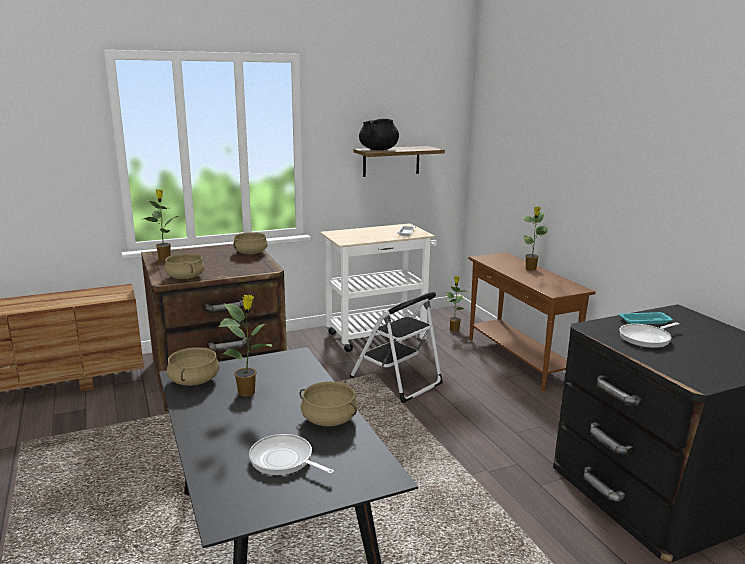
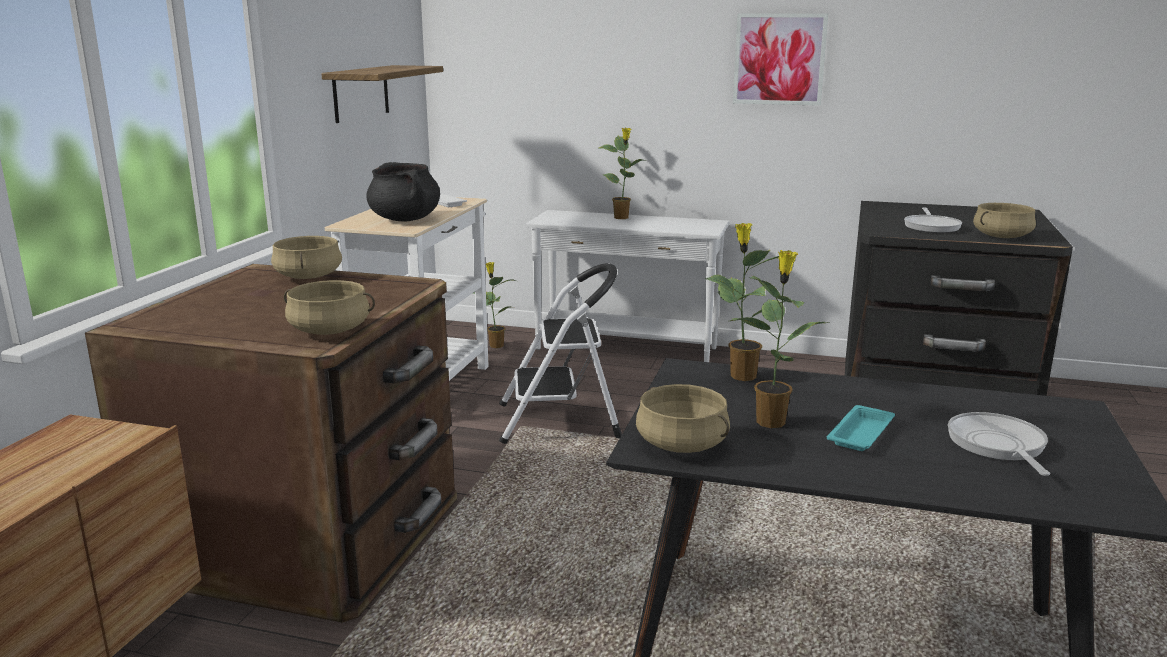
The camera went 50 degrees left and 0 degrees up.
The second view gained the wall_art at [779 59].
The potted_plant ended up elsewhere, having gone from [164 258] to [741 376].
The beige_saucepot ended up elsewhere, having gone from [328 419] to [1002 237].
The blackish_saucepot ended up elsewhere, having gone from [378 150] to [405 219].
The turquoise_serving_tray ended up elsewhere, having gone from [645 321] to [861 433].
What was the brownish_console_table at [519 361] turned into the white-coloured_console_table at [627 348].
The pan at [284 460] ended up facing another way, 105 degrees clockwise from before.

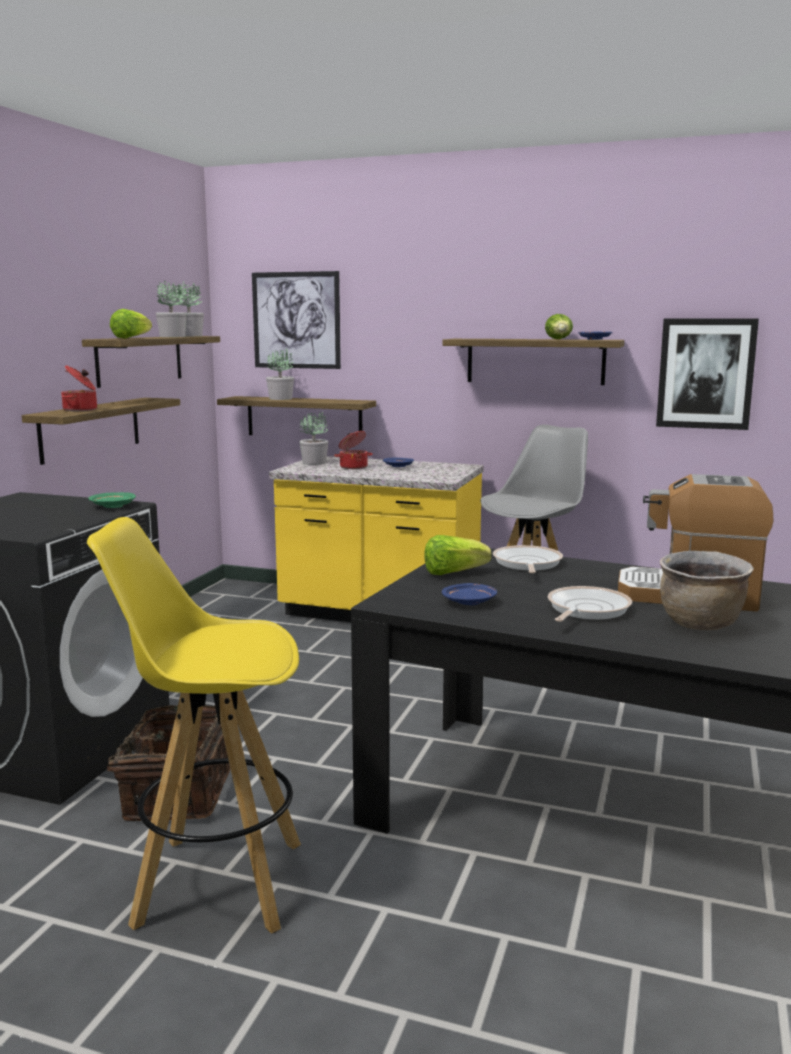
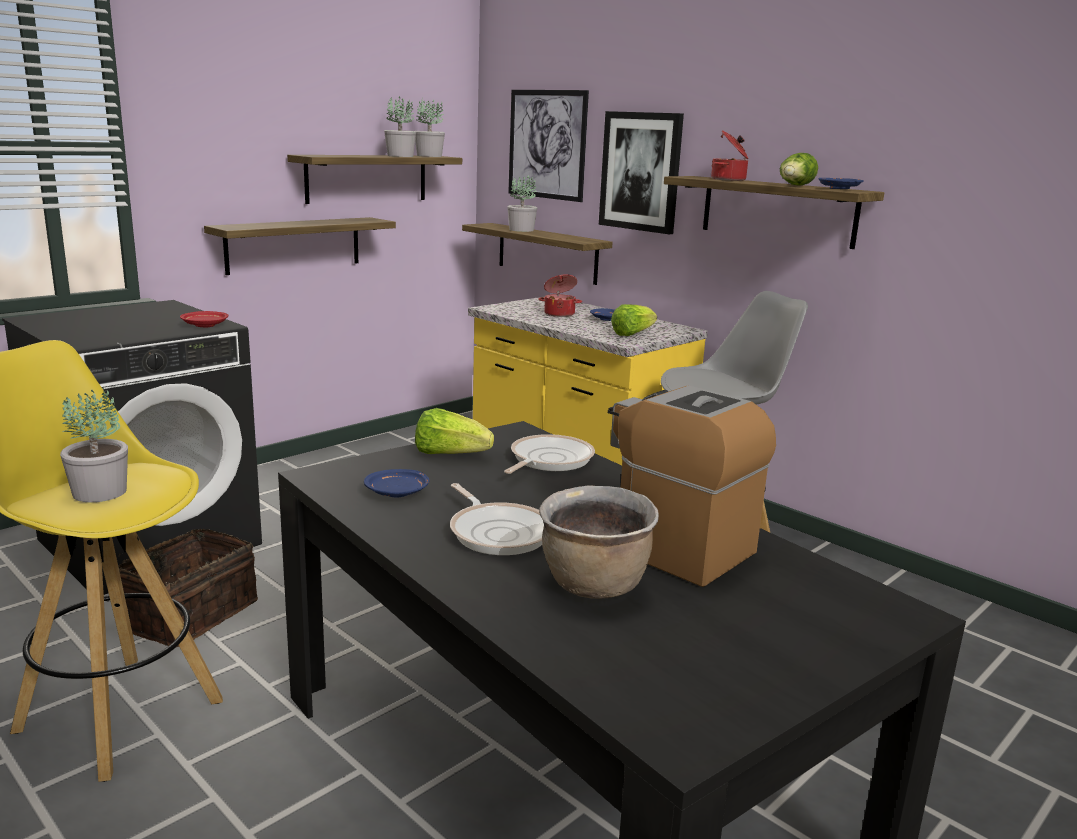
The camera went 25 degrees right and 5 degrees up.
The saucepot ended up elsewhere, having gone from [81 410] to [729 179].
The head_of_lettuce ended up elsewhere, having gone from [131 338] to [632 334].
The potted_plant ended up elsewhere, having gone from [314 463] to [101 492].
The wall_art ended up elsewhere, having gone from [705 373] to [641 171].
What was the green-coloured_dinner_plate at [112 506] turned into the red_dinner_plate at [204 325].
The pan at [585 610] ended up facing another way, 90 degrees clockwise from before.

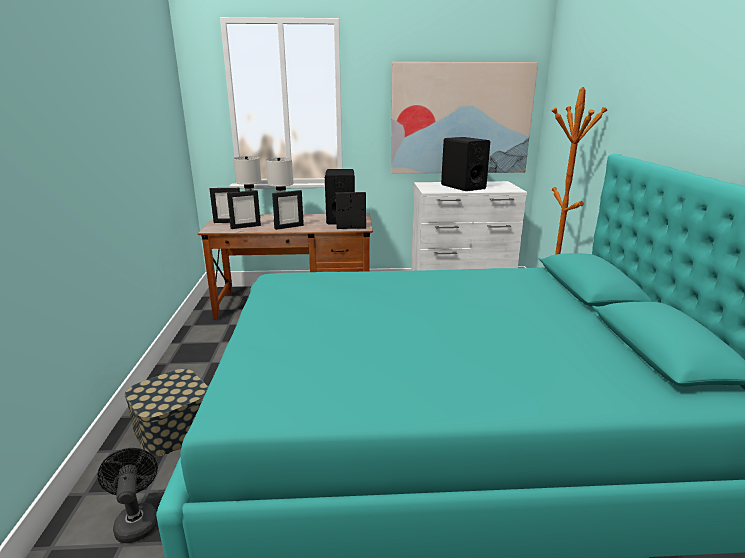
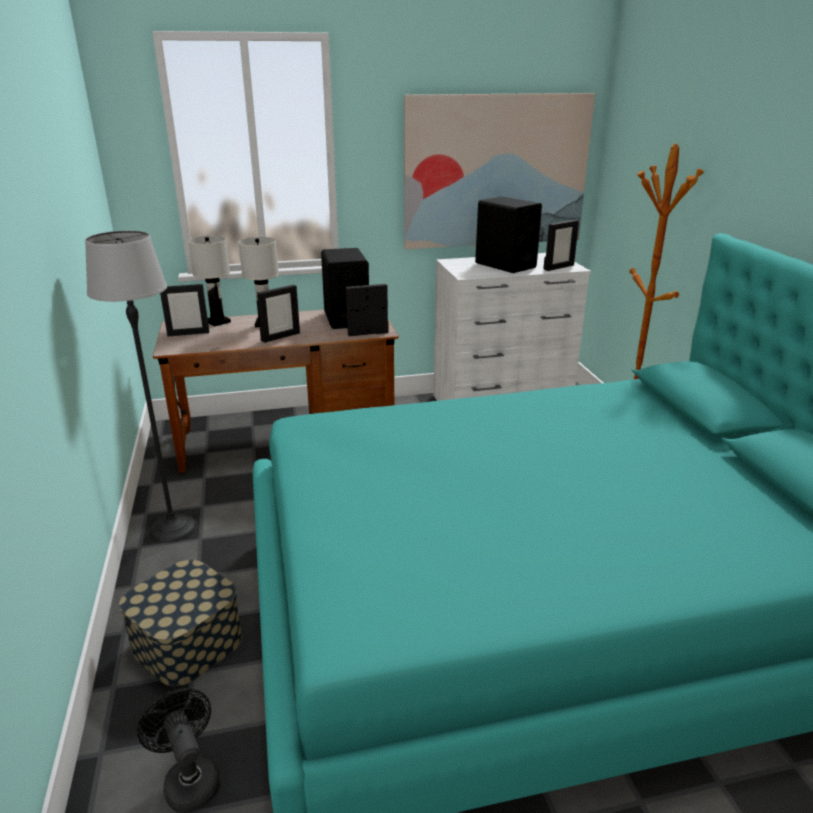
The camera went 10 degrees left and 5 degrees up.
The second view gained the standard_lamp at [173 528].
The picture_frame ended up elsewhere, having gone from [245 226] to [558 267].

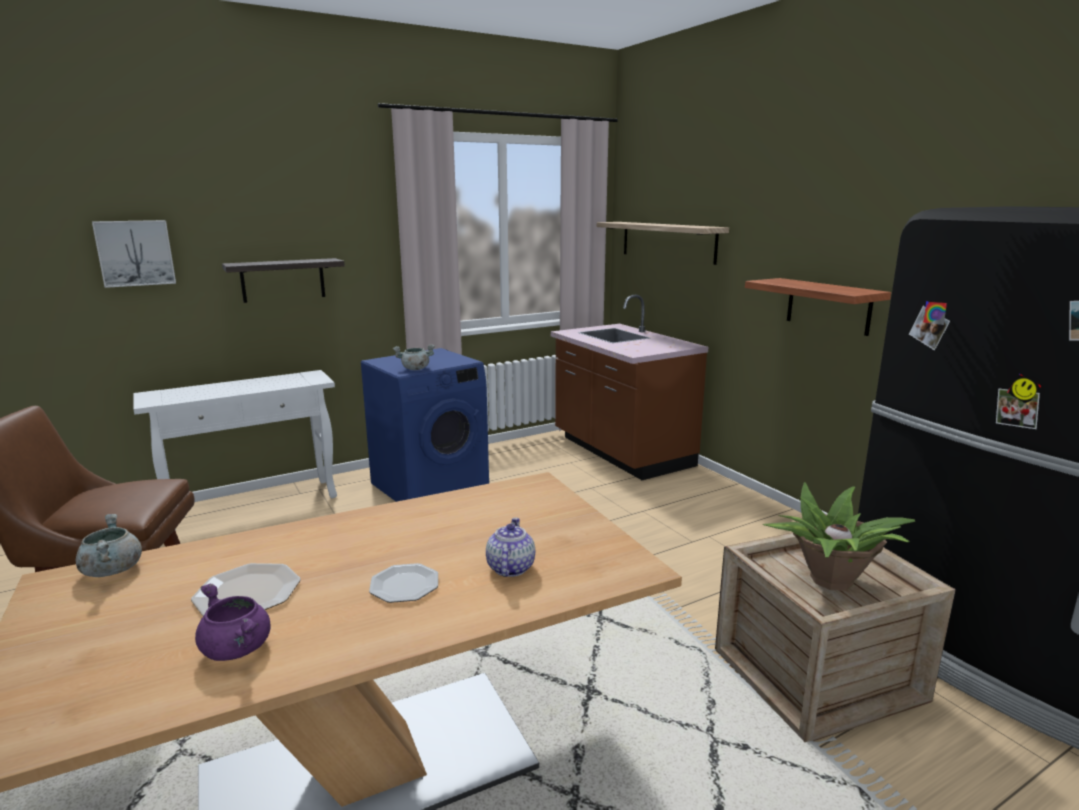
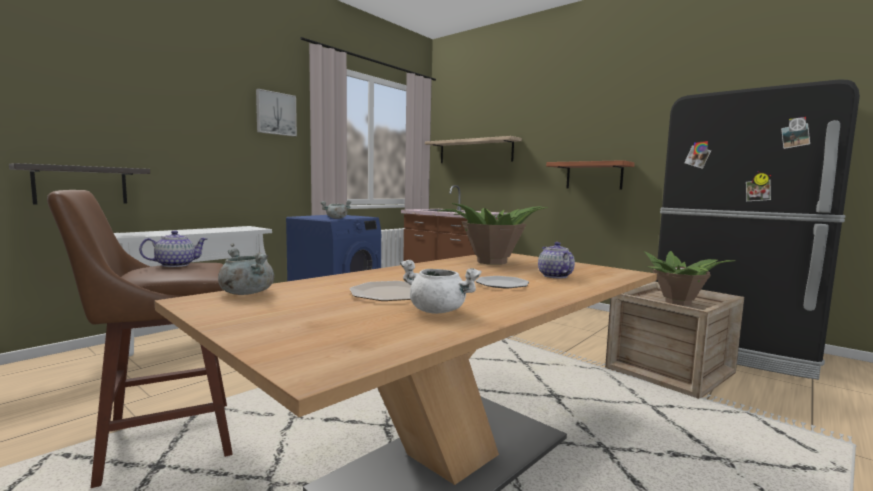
The camera went 20 degrees left and 10 degrees down.
The second view gained the teapot at [176 265].
The second view gained the potted_plant at [490 262].
The wall_art ended up elsewhere, having gone from [135 253] to [275 113].
The wall_shelf ended up elsewhere, having gone from [283 280] to [81 185].
What was the purplish_saucepot at [238 649] turned into the white-coloured_saucepot at [439 311].

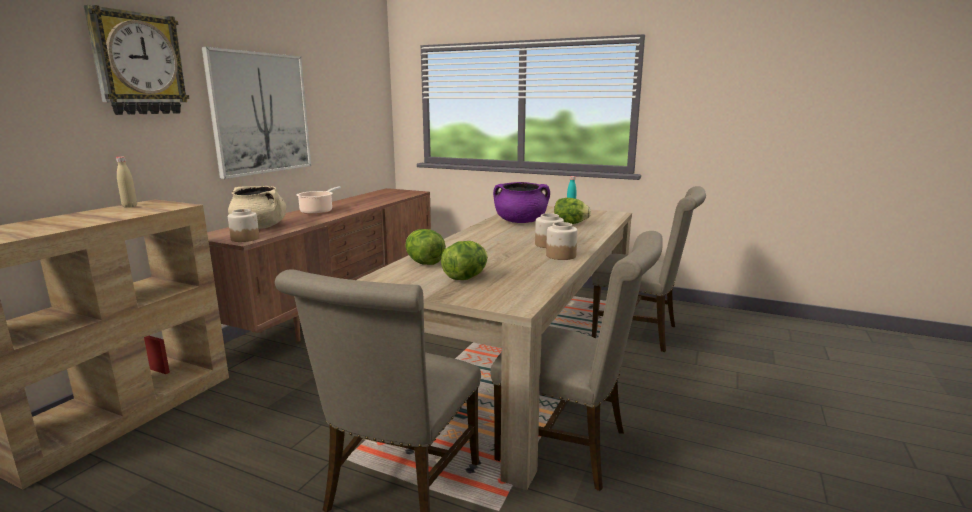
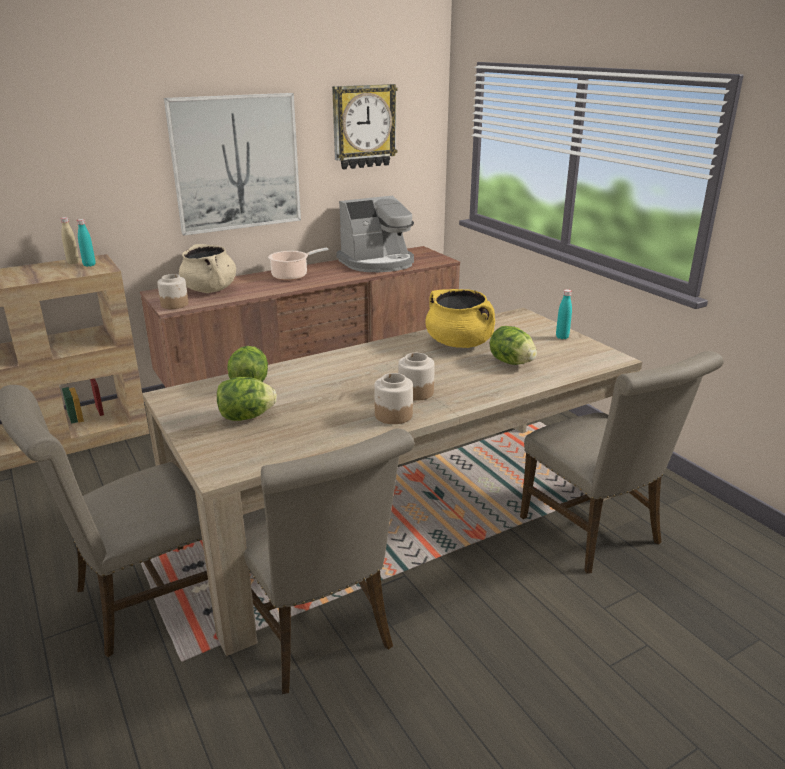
The camera went 35 degrees right and 10 degrees up.
The second view gained the turquoise_drink_bottle at [89 265].
The second view gained the coffee_machine at [378 263].
The wall_clock ended up elsewhere, having gone from [138 64] to [363 126].
What was the purplish_saucepot at [520 222] turned into the yellow-coloured_saucepot at [459 343].

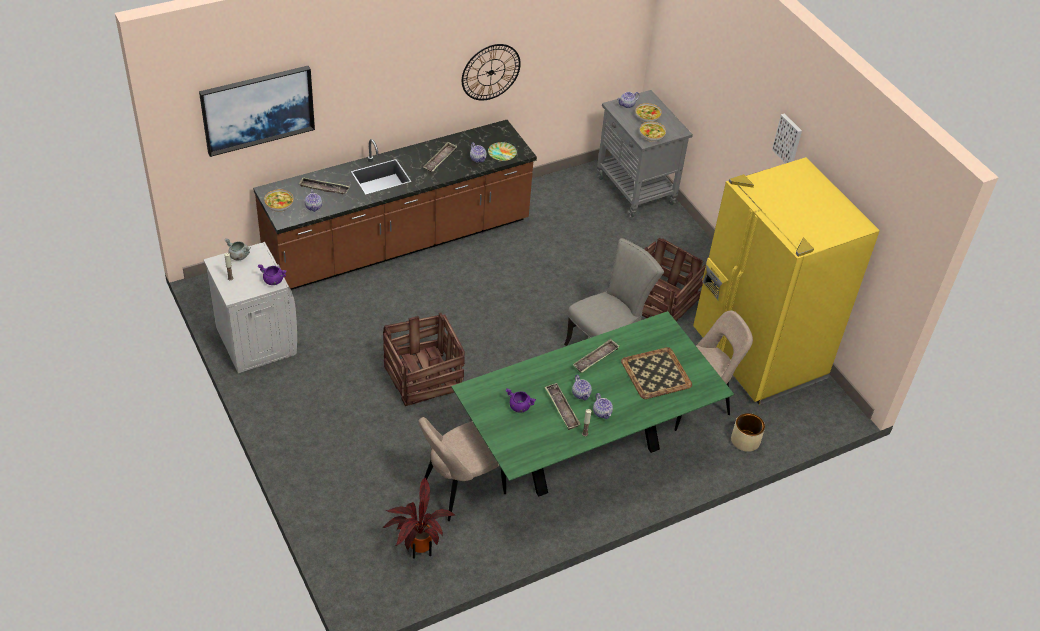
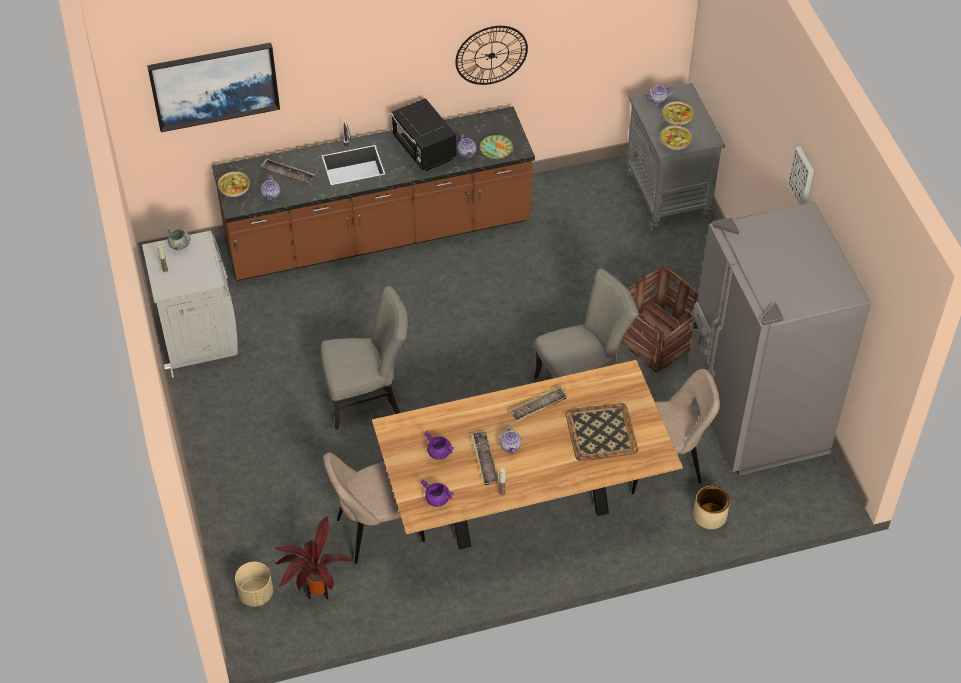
The camera went 15 degrees right and 5 degrees up.
The second view lost the teapot at [602 413].
The second view gained the beige_plant_pot at [255 594].
The purplish_saucepot ended up elsewhere, having gone from [273 280] to [436 499].
Where the shipping_crate stood at [423 377], the gray_upright_chair came to stand at [368 397].
Where the serving_tray stood at [440 159], the blackish_microwave_oven came to stand at [424 150].
What was the green-coloured_dining_table at [584 450] turned into the brownish_dining_table at [523 503].
What was the yellow-coloured_fridge at [758 354] turned into the gray_fridge at [755 415].

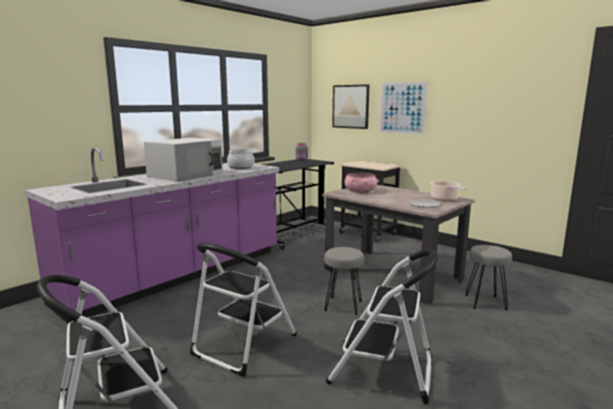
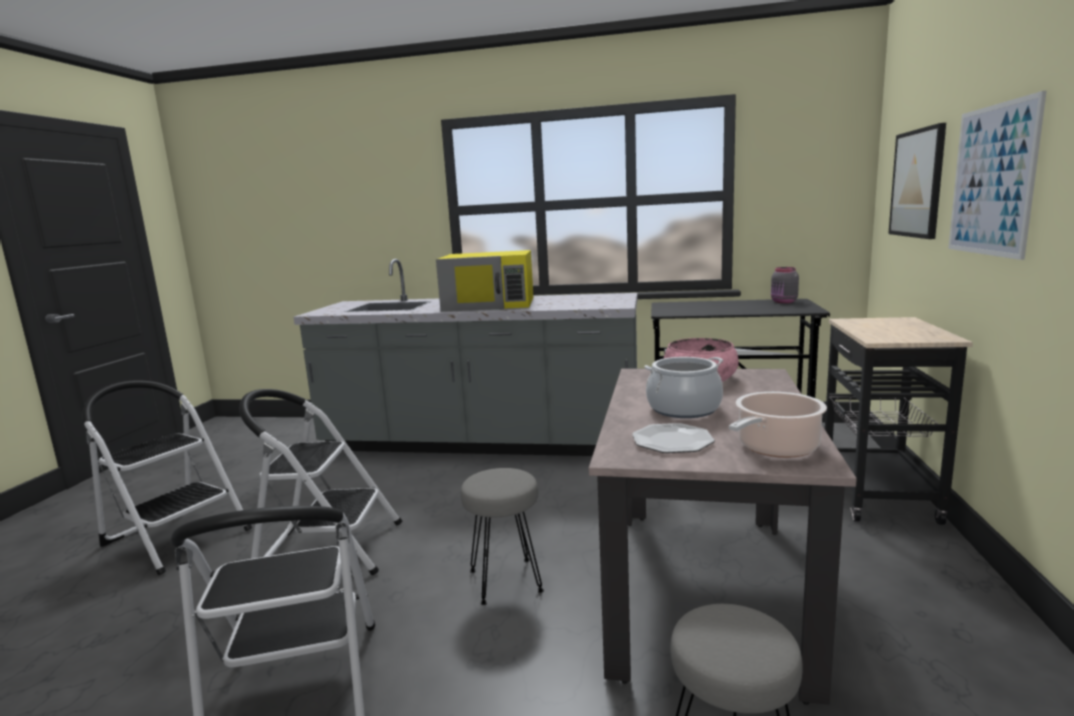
The camera went 60 degrees right and 0 degrees up.
The saucepot ended up elsewhere, having gone from [241 167] to [684 409].
What was the purplish_kitchen_counter at [178 275] turned into the gray_kitchen_counter at [481 443].
What was the white-coloured_microwave_oven at [186 175] turned into the yellow-coloured_microwave_oven at [490 304].

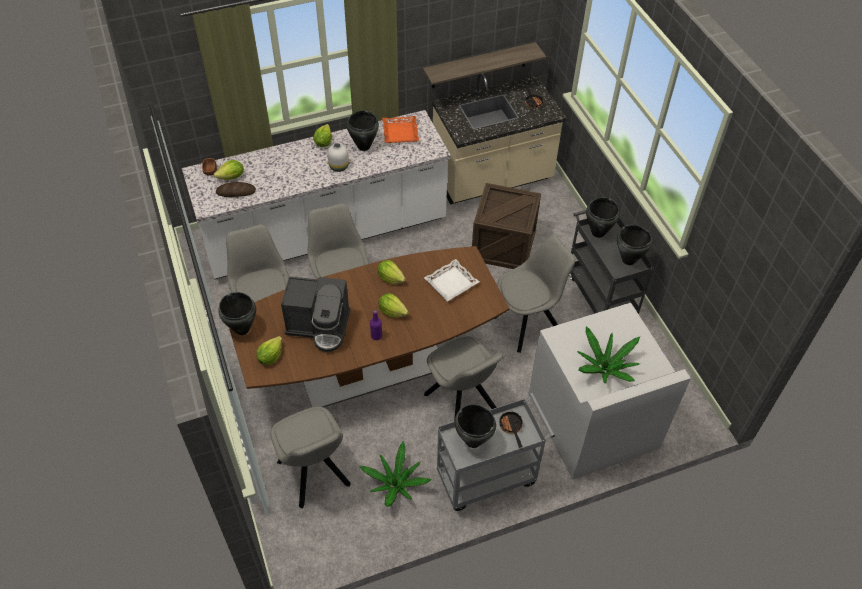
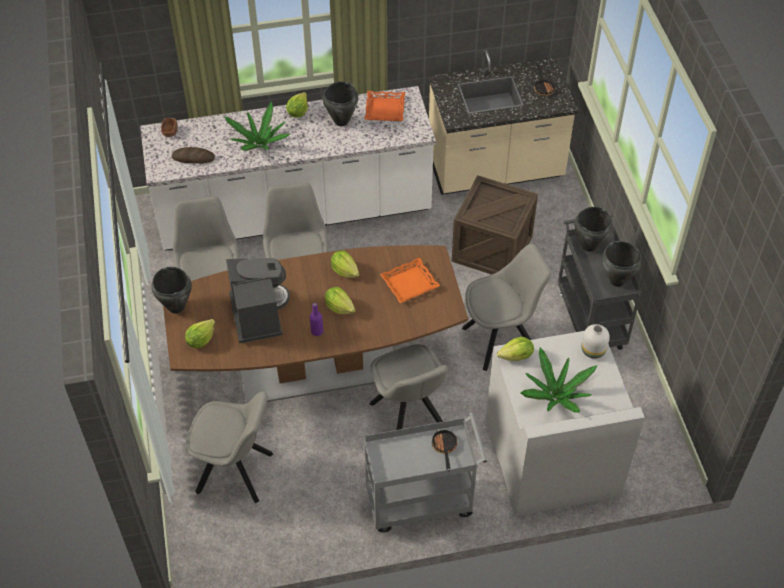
The camera went 10 degrees right and 0 degrees up.
The second view lost the wall_shelf at [479 65].
The second view lost the blackish_saucepot at [473 440].
The head_of_lettuce ended up elsewhere, having gone from [231 177] to [516 356].
The white-coloured_vase ended up elsewhere, having gone from [338 167] to [592 350].
The potted_plant ended up elsewhere, having gone from [395 484] to [259 143].
What was the white-coloured_serving_tray at [451 283] turned into the orange_serving_tray at [409 283].
The gray_upright_chair at [314 473] ended up facing another way, 60 degrees counterclockwise from before.
The coffee_machine at [319 326] ended up facing another way, 120 degrees counterclockwise from before.

